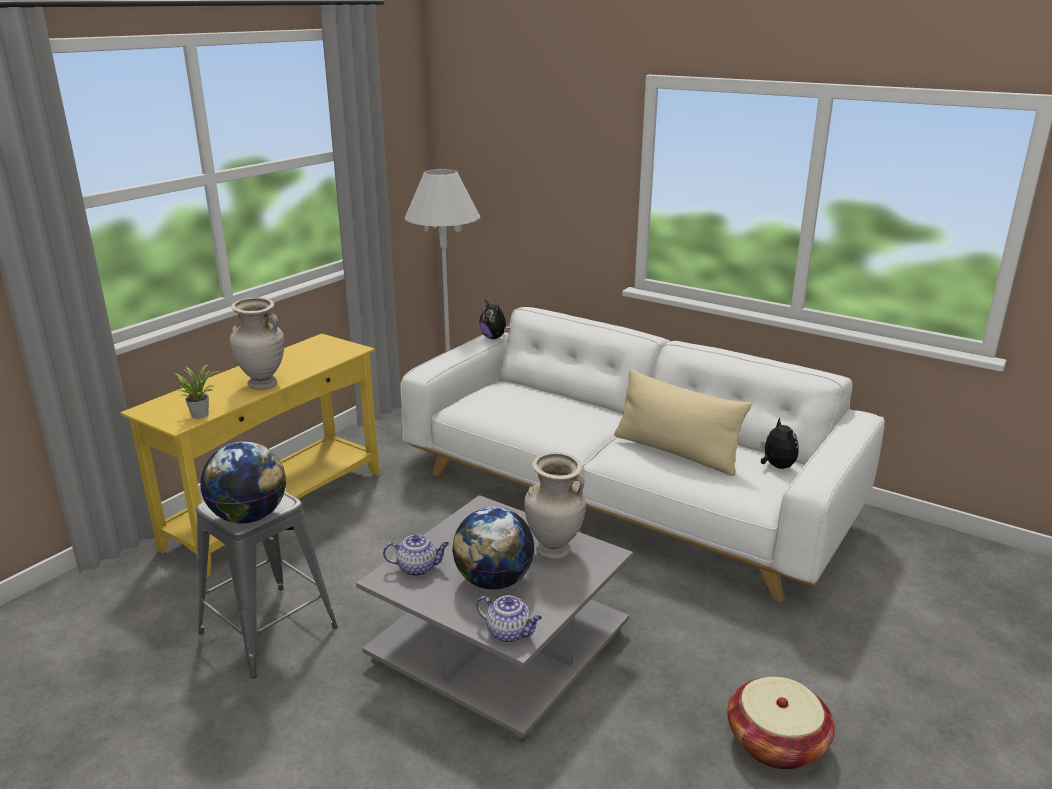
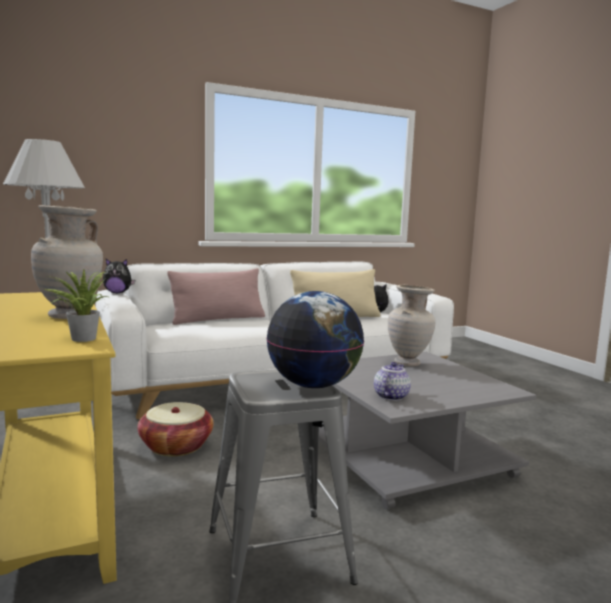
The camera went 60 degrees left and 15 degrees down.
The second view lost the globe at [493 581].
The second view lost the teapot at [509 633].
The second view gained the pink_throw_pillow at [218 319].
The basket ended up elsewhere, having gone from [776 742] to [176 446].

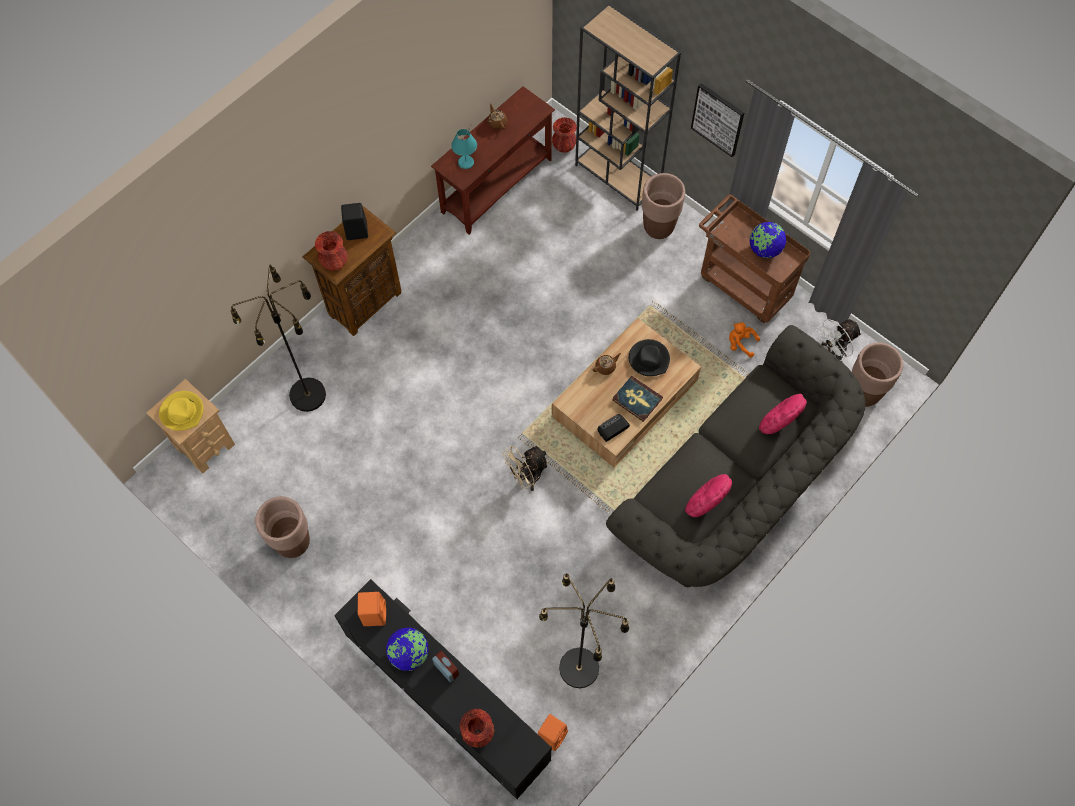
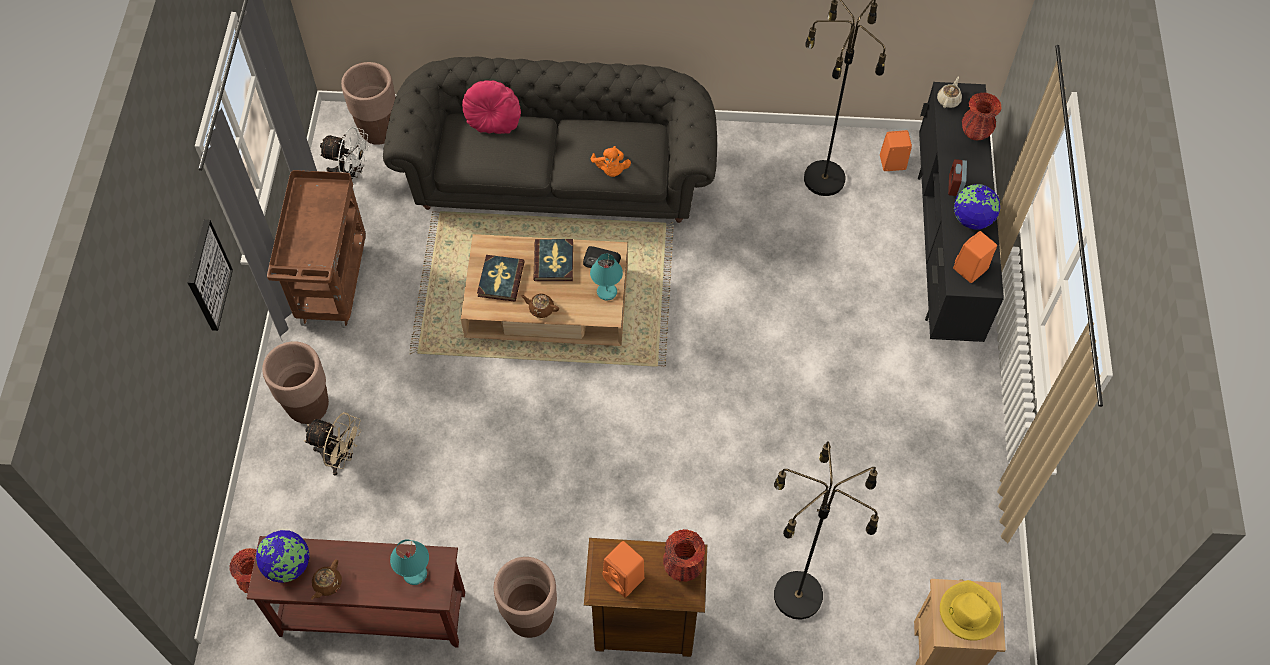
The camera went 130 degrees left and 5 degrees down.
The second view lost the bookshelf at [618 176].
The second view lost the pink_throw_pillow at [705 504].
The second view gained the turquoise_tabletop_lamp at [606 292].
The second view gained the beige_teapot at [948 100].
The brownish_plant_pot ended up elsewhere, having gone from [293 543] to [530 618].
The beige_cooling_fan ended up elsewhere, having gone from [526 477] to [340 458].
The orange_cuddly_toy ended up elsewhere, having gone from [740 344] to [611 170].
The globe ended up elsewhere, having gone from [764 250] to [288 565].
Where the blackish_clothing_hat stood at [649 359], the book came to stand at [500 279].
What was the blackish_audio_speaker at [356 231] turned into the orange_audio_speaker at [625 579].

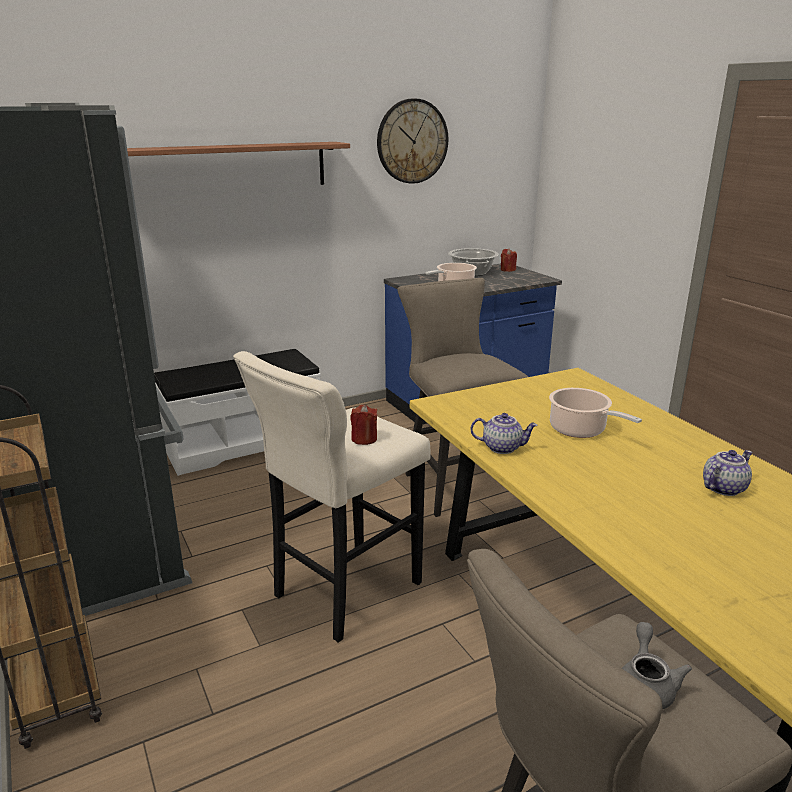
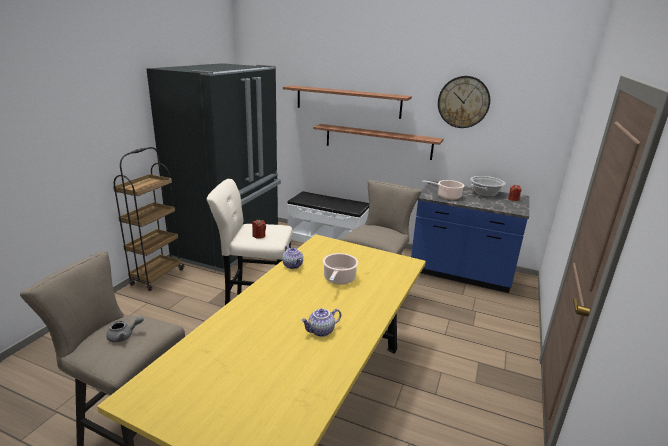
The camera went 50 degrees right and 0 degrees up.
The second view gained the wall_shelf at [378 141].
The teapot at [723 488] ended up facing another way, 135 degrees clockwise from before.

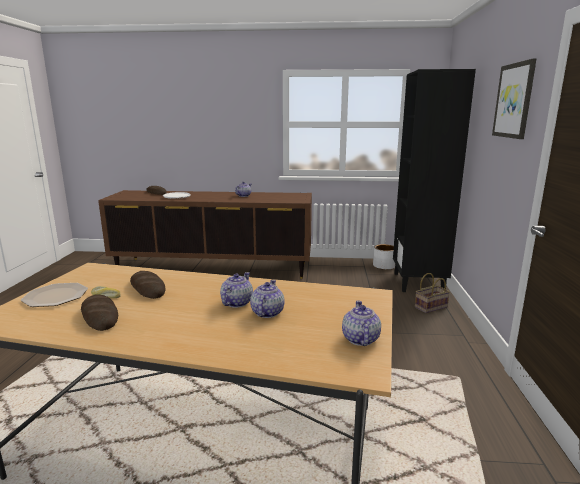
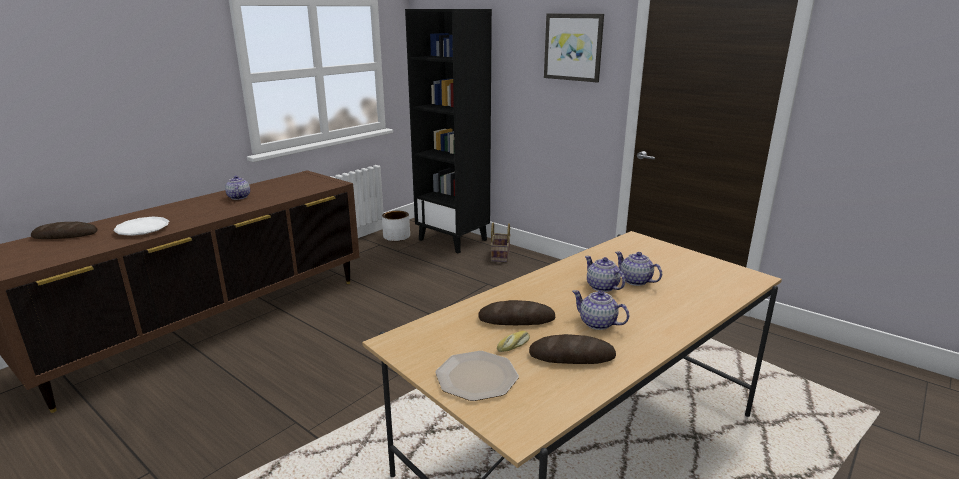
The camera went 55 degrees left and 5 degrees up.
The teapot ended up elsewhere, having gone from [360 339] to [598 323].

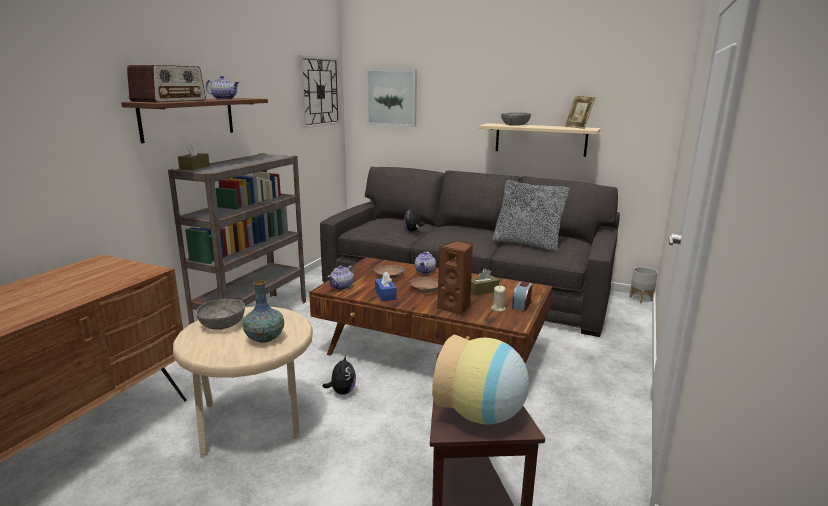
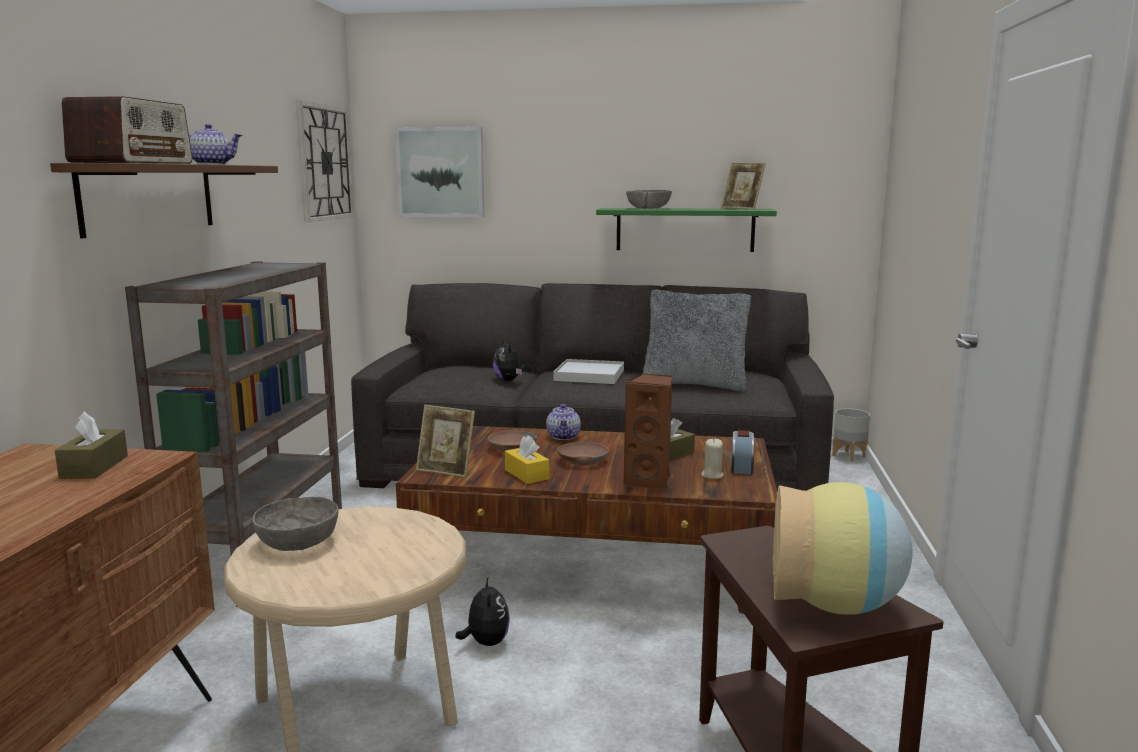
The camera went 15 degrees left and 5 degrees down.
The second view lost the vase at [265 338].
The second view gained the white-coloured_serving_tray at [589 375].
The brownish_box_of_tissues ended up elsewhere, having gone from [194 167] to [94 467].
Where the teapot stood at [341 287], the picture_frame came to stand at [446 470].
What was the blue-coloured_box_of_tissues at [385 295] turned into the yellow-coloured_box_of_tissues at [526 474].
What was the beige_wall_shelf at [540 139] turned into the green-coloured_wall_shelf at [685 229].

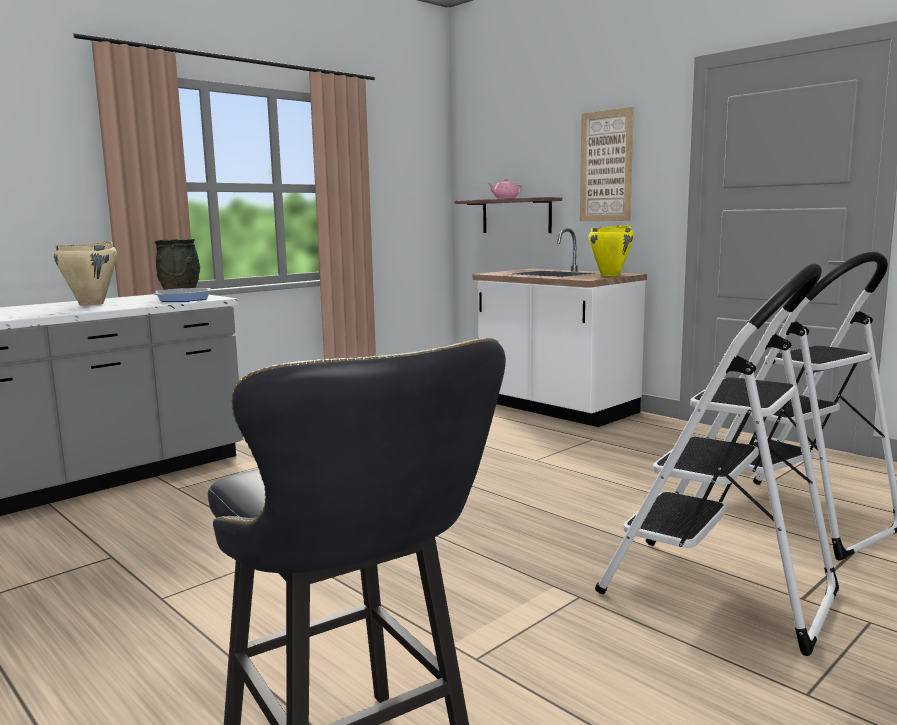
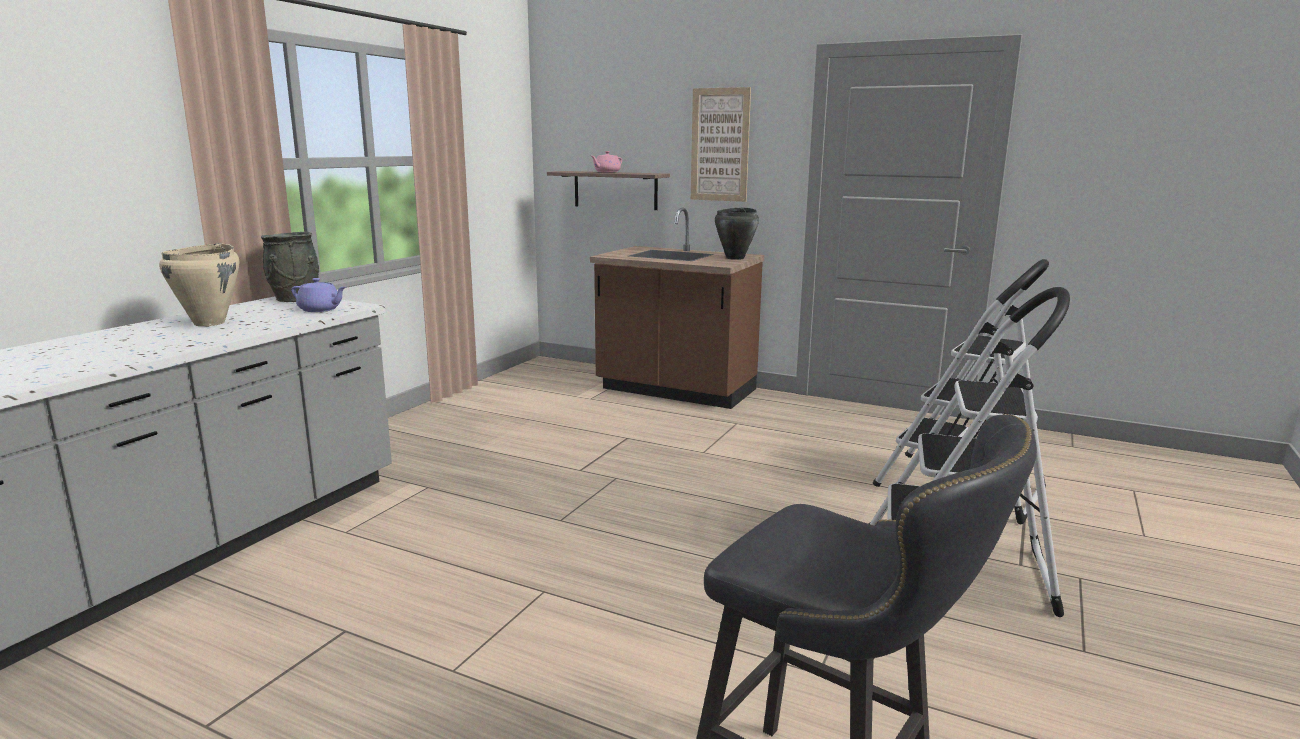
The camera went 20 degrees left and 5 degrees up.
Where the pan stood at [183 299], the purplish_teapot came to stand at [320 310].
What was the white-coloured_kitchen_counter at [556 408] turned into the brownish_kitchen_counter at [675 391].
What was the yellow-coloured_saucepot at [610 275] turned into the blackish_saucepot at [735 258].

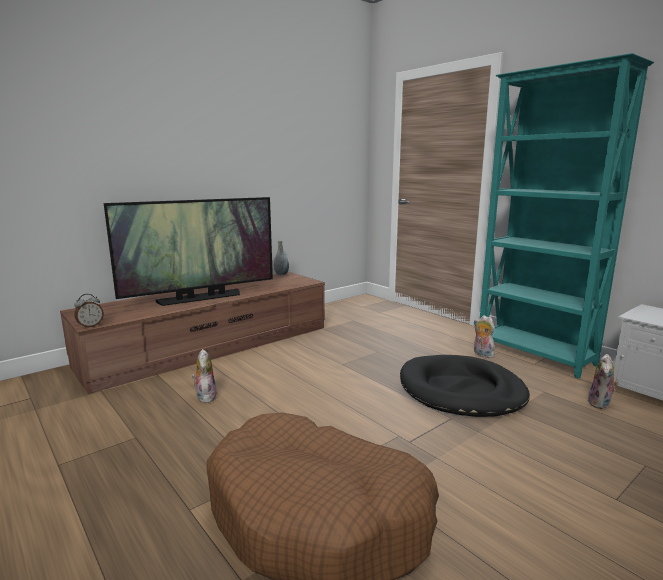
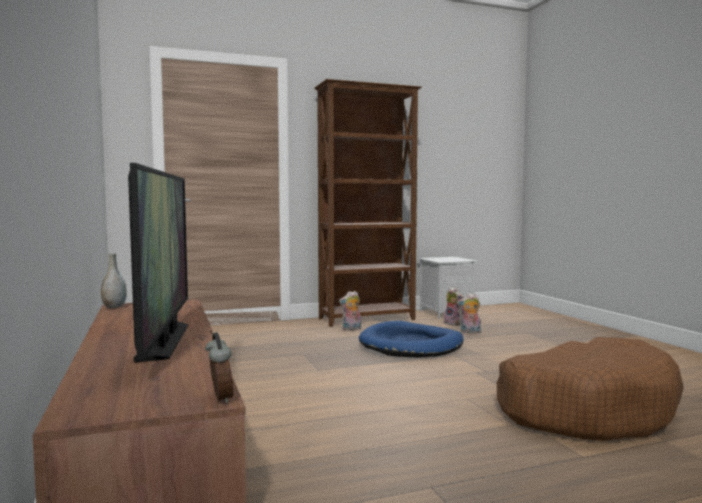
The camera went 70 degrees left and 10 degrees down.
The cuddly_toy ended up elsewhere, having gone from [205 396] to [470 332].
What was the blackish_pet_bed at [461 390] turned into the blue-coloured_pet_bed at [411 345].
What was the turquoise_bookshelf at [535 355] turned into the brownish_bookshelf at [368 319].

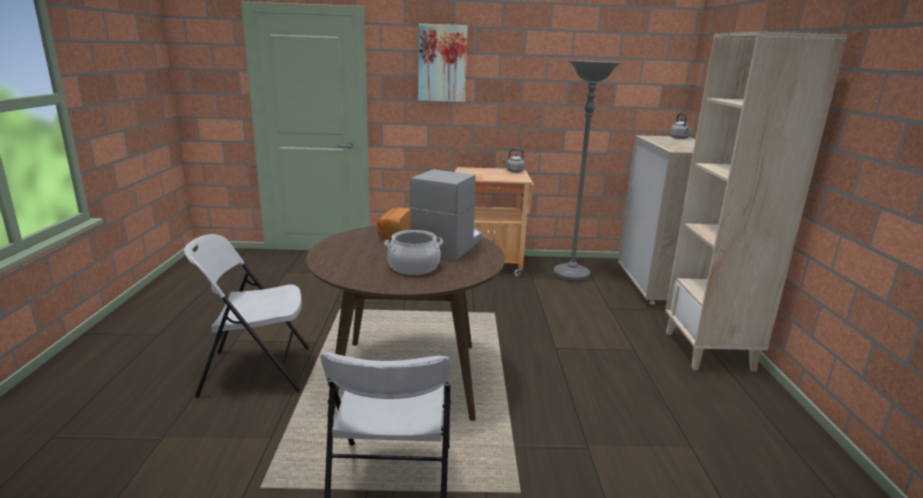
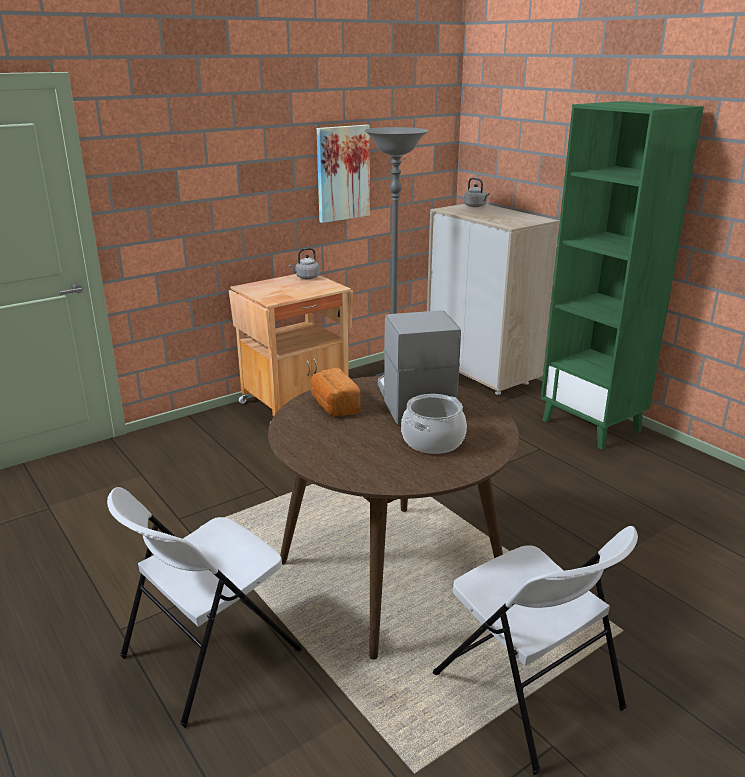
The camera went 35 degrees left and 5 degrees up.
The wall_art ended up elsewhere, having gone from [442 63] to [342 173].
What was the beige_bookshelf at [709 351] turned into the green-coloured_bookshelf at [592 426].

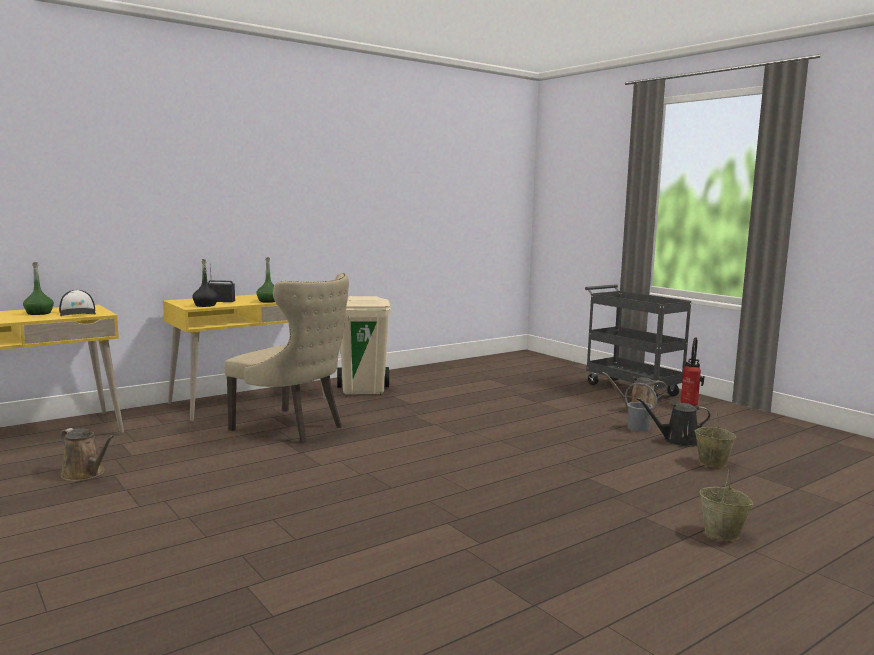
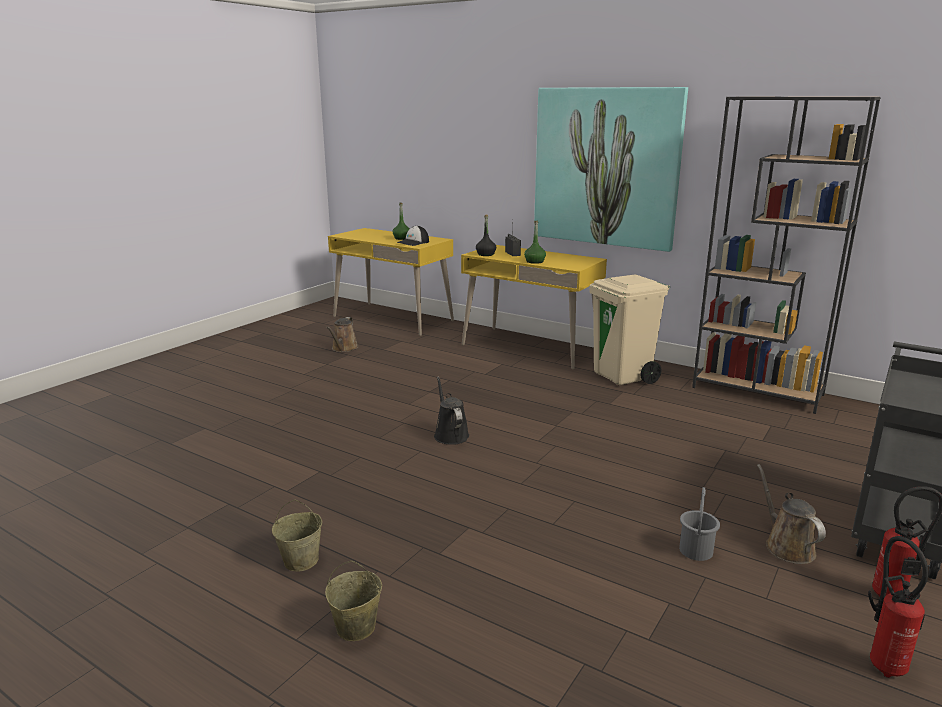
The camera went 70 degrees right and 10 degrees up.
The second view lost the beige_upright_chair at [293 427].
The second view gained the wall_art at [606 167].
The second view gained the bookshelf at [758 391].
The second view gained the extinguisher at [884 664].
The blackish_watering_pot ended up elsewhere, having gone from [678 441] to [450 434].
The beige_pail ended up elsewhere, having gone from [712 463] to [301 560].

